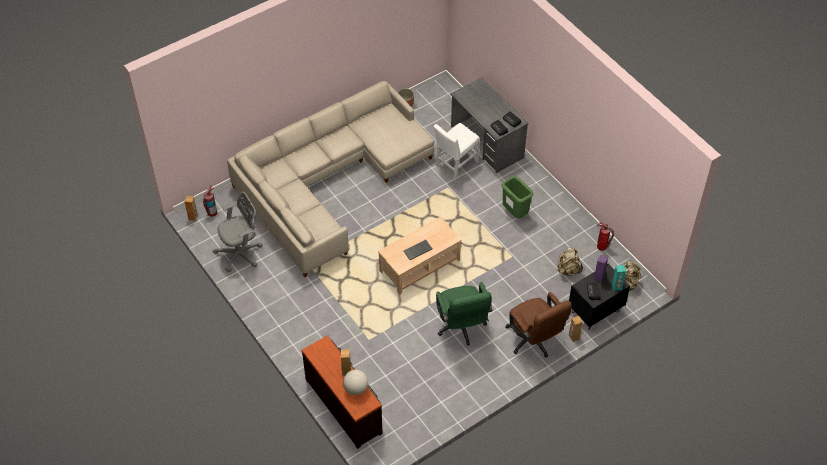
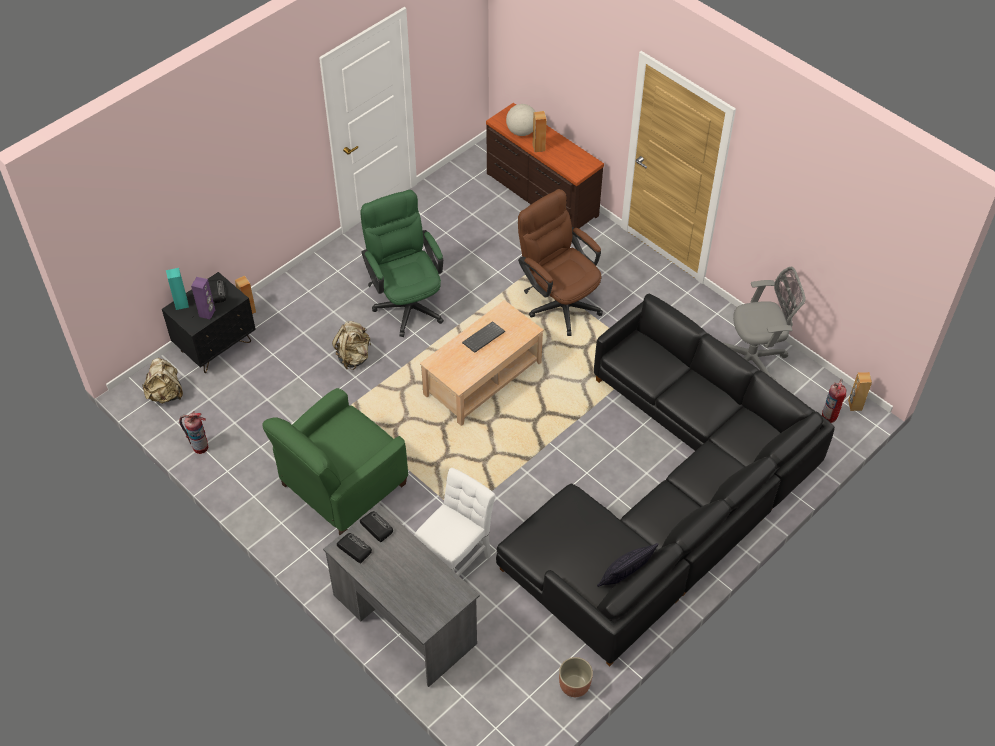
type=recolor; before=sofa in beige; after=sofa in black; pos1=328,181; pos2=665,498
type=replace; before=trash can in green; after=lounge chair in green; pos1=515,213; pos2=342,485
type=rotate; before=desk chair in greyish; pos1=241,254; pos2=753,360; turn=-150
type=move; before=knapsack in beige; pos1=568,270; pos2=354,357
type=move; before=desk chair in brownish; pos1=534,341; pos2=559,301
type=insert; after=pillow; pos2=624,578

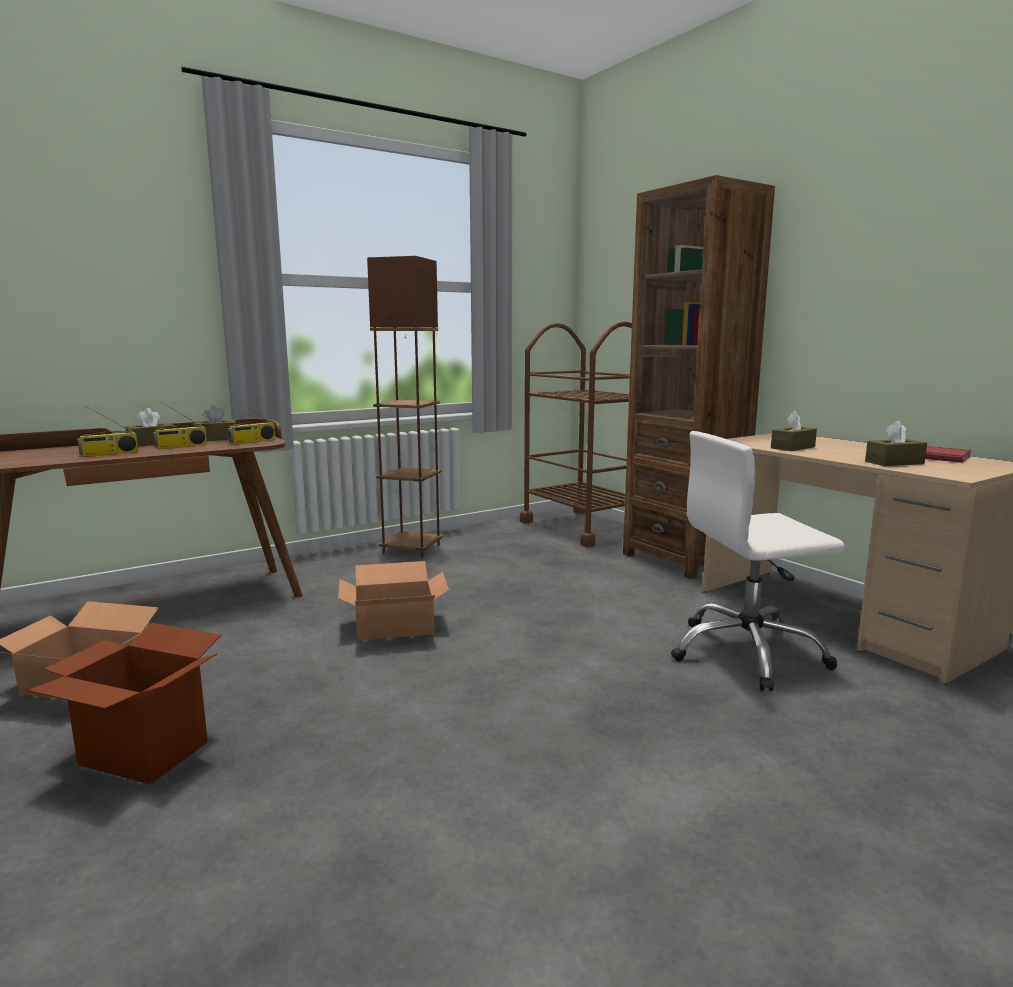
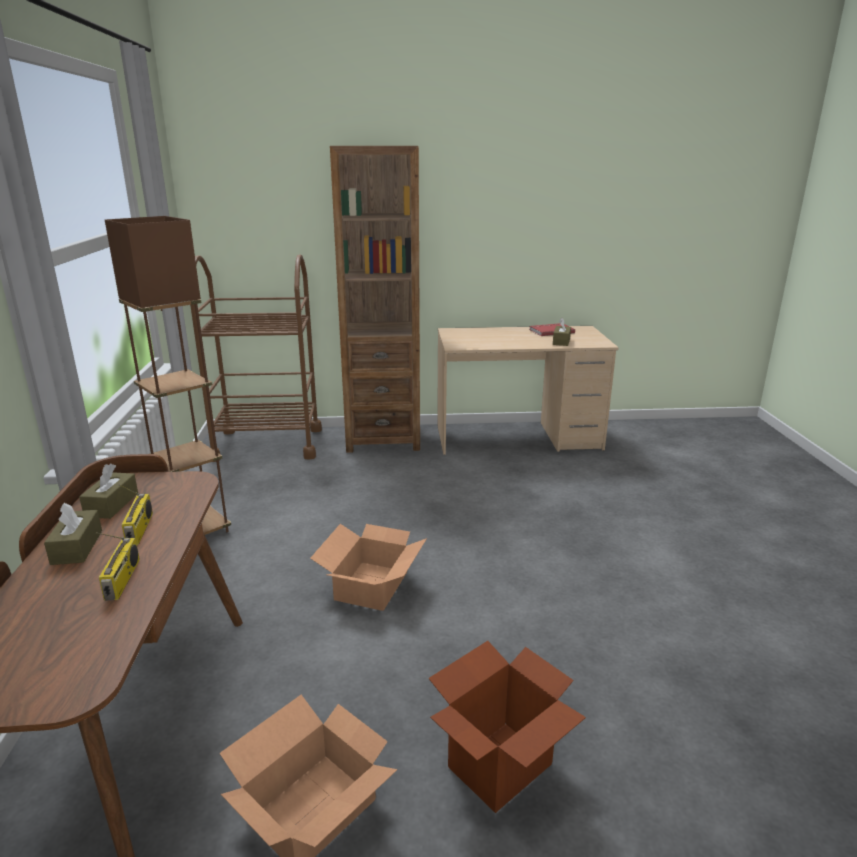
type=delete; before=radio receiver; pos1=252,441
type=delete; before=box of tissues in brownish; pos1=792,447
type=delete; before=desk chair in whitish; pos1=747,653

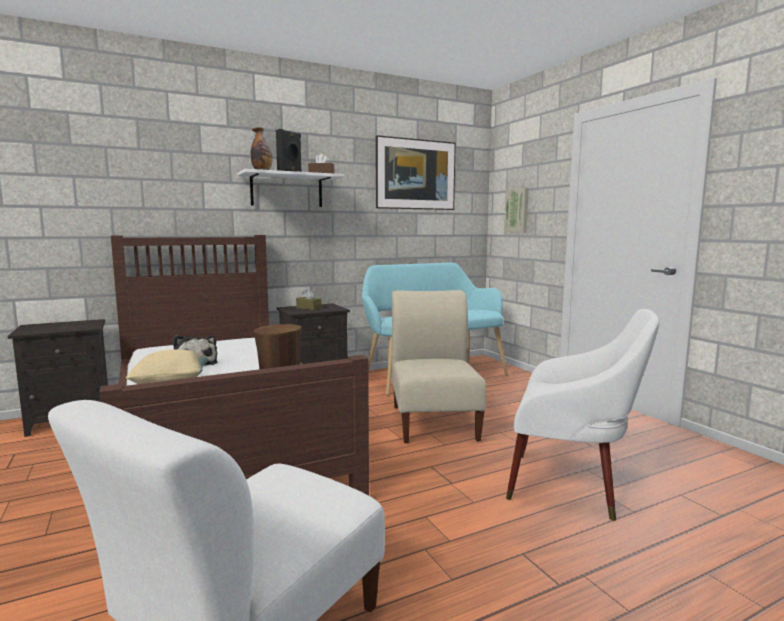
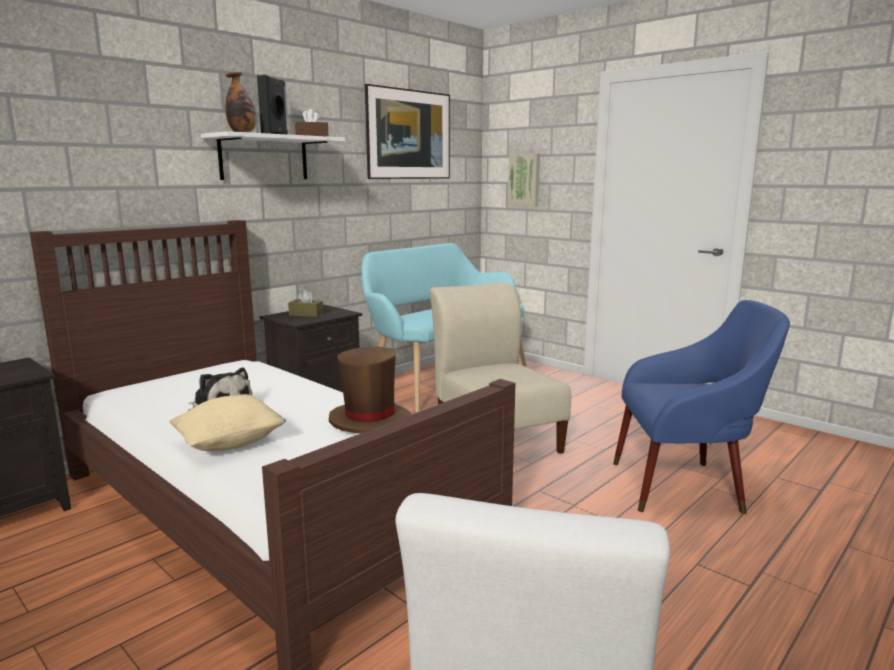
type=recolor; before=lounge chair in whitish; after=lounge chair in blue-coloured; pos1=572,486; pos2=685,486

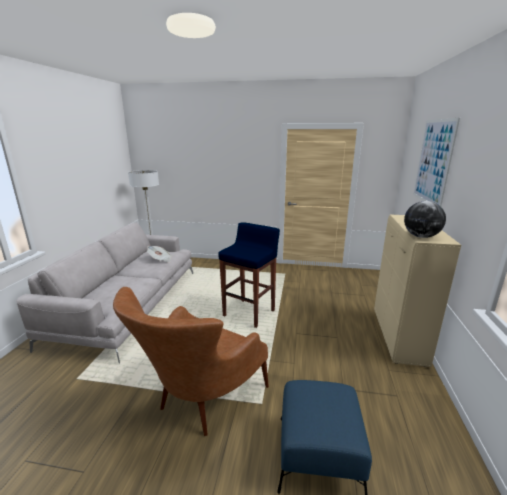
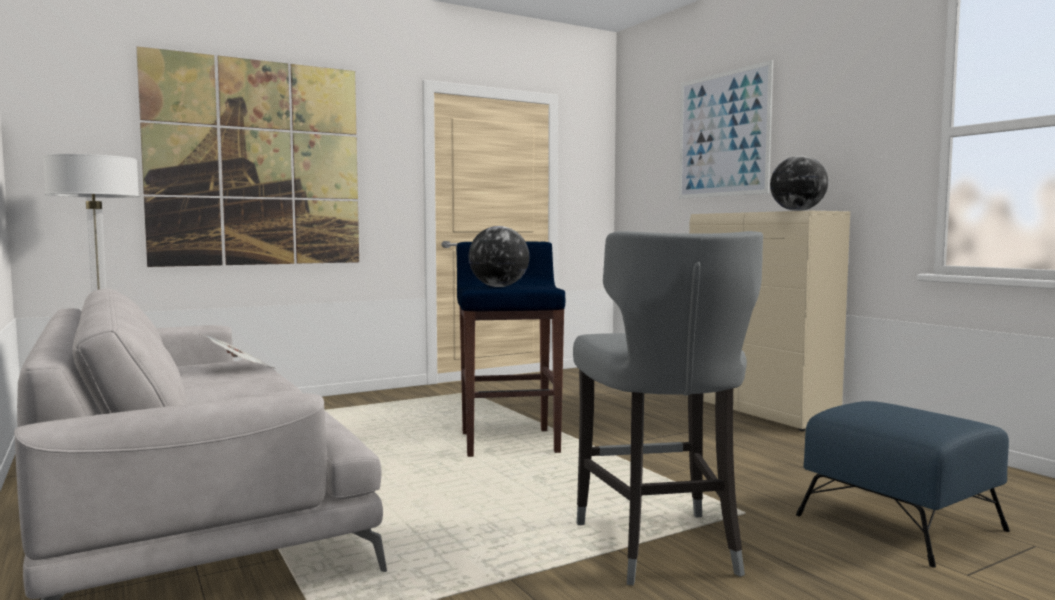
type=replace; before=lounge chair in brownish; after=sitting stool in greyish; pos1=200,402; pos2=659,548
type=insert; after=wall picture; pos2=256,163
type=insert; after=desk globe; pos2=499,287

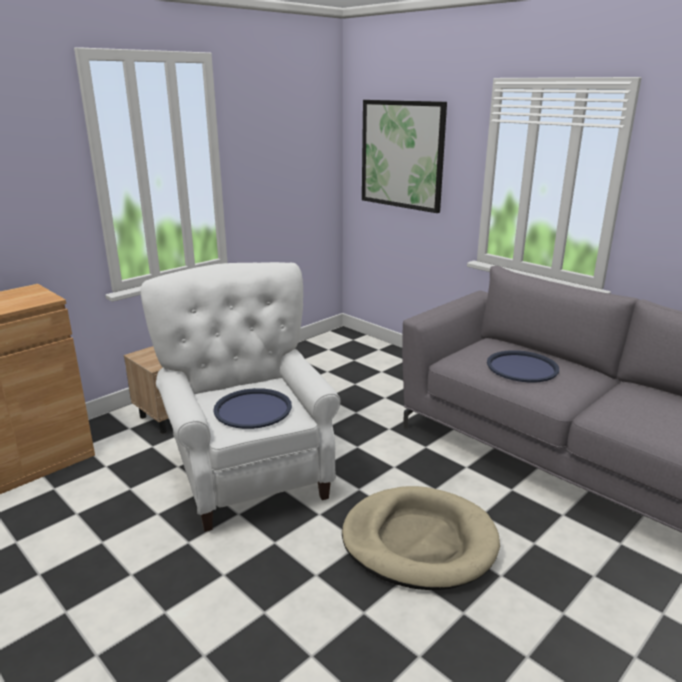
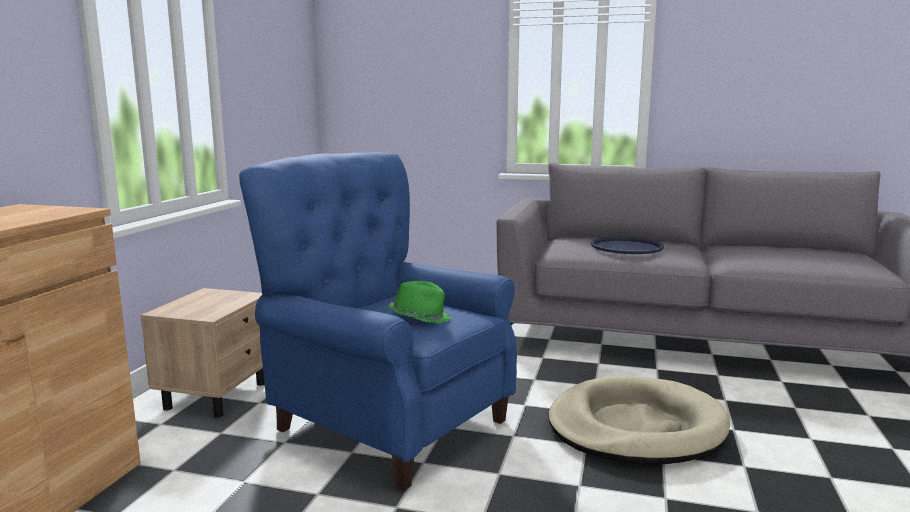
type=delete; before=wall picture; pos1=402,155
type=recolor; before=lounge chair in whitish; after=lounge chair in blue-coloured; pos1=248,471; pos2=383,422
type=replace; before=carrying tray in blue-coloured; after=hat in green; pos1=252,409; pos2=420,318

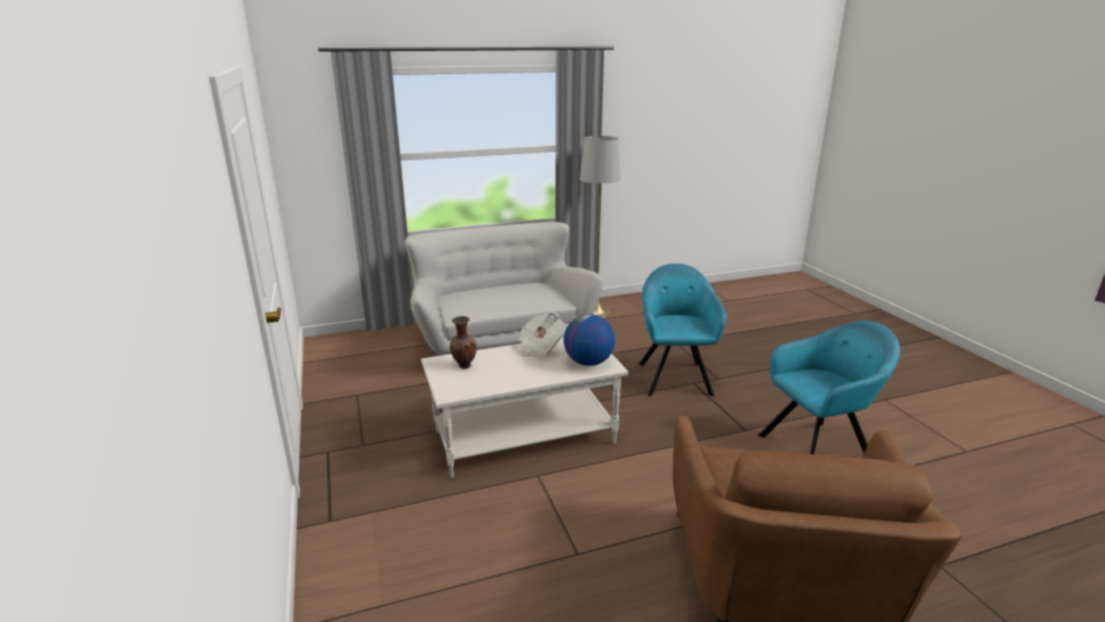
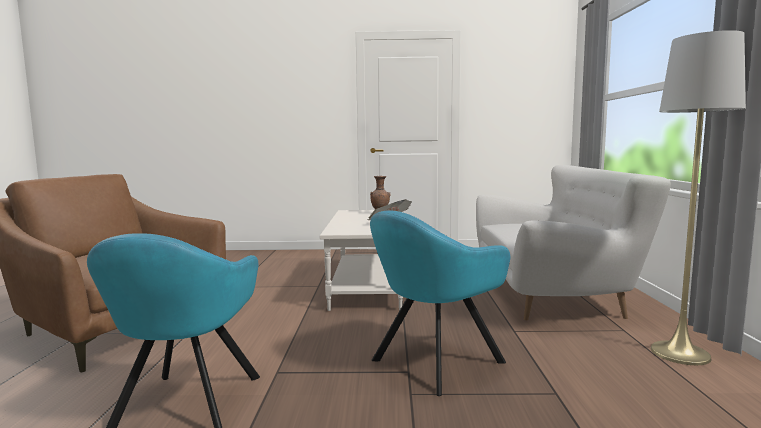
type=rotate; before=lounge chair in turquoise-coloured; pos1=674,376; pos2=433,363; turn=120
type=delete; before=desk globe; pos1=588,362

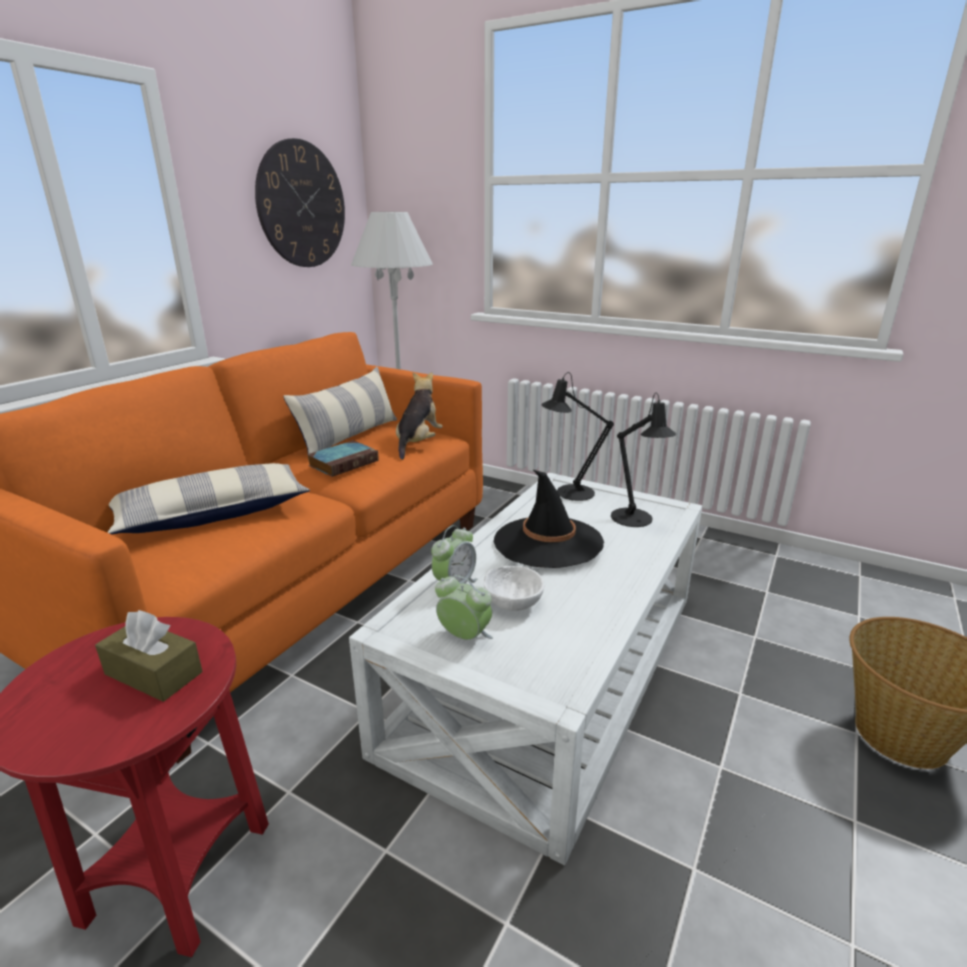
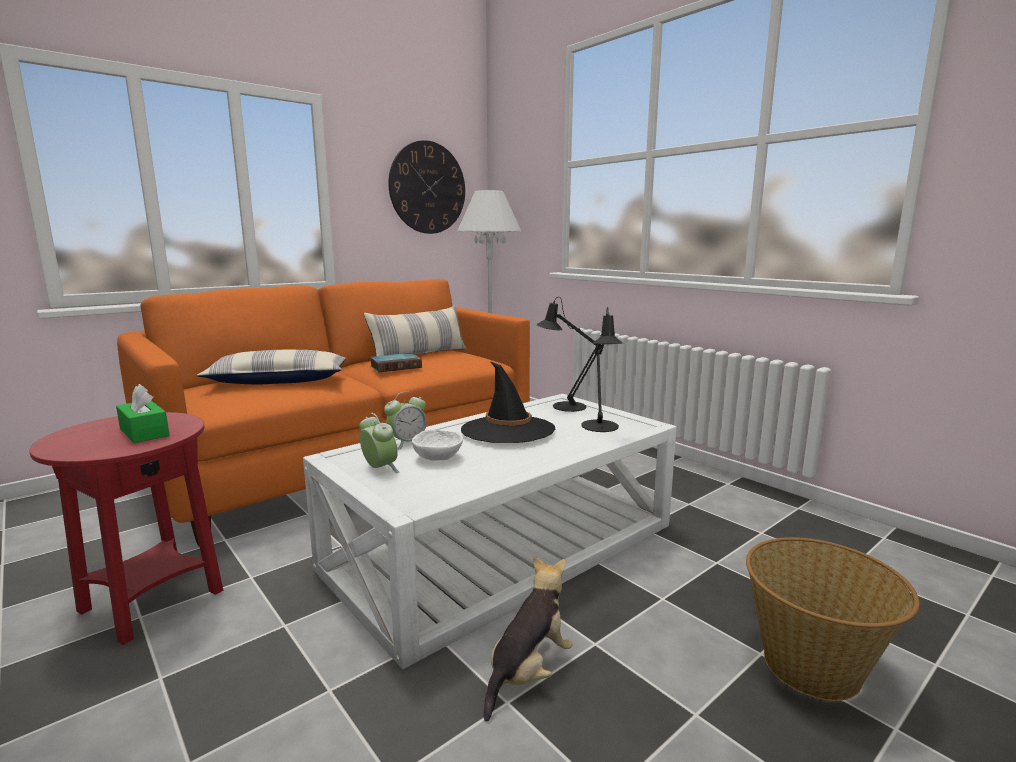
type=move; before=cuddly toy; pos1=418,443; pos2=528,672
type=recolor; before=box of tissues in brownish; after=box of tissues in green; pos1=153,673; pos2=144,432

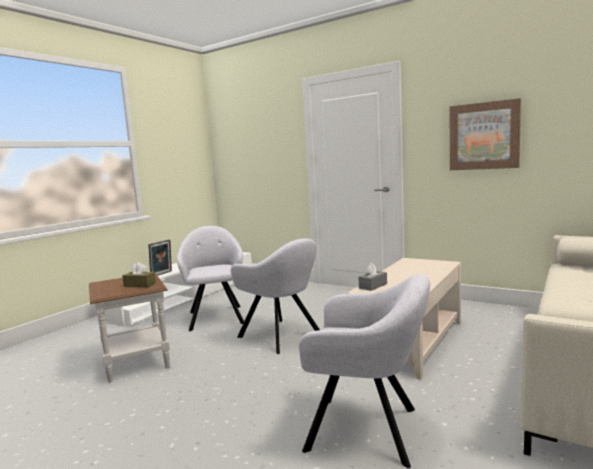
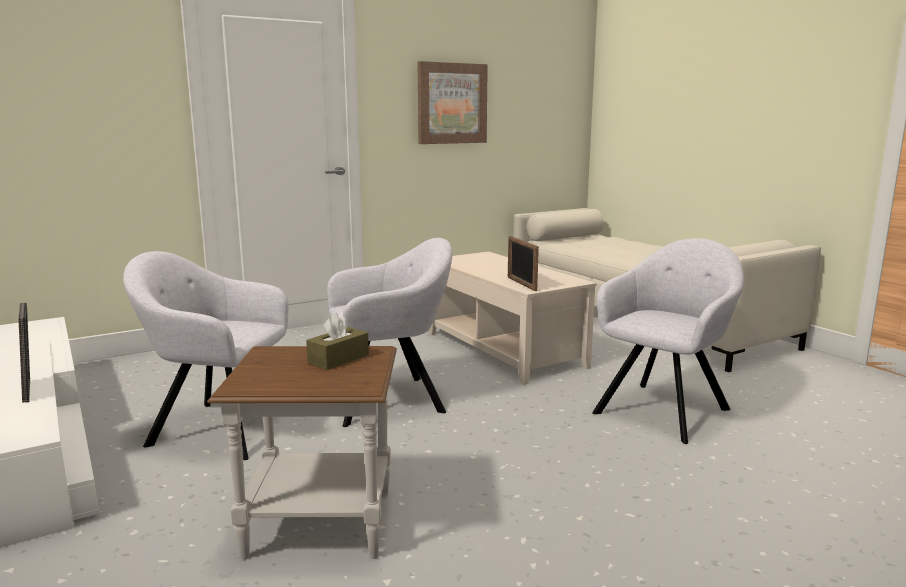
type=replace; before=box of tissues in greyish; after=photo frame; pos1=373,286; pos2=521,284

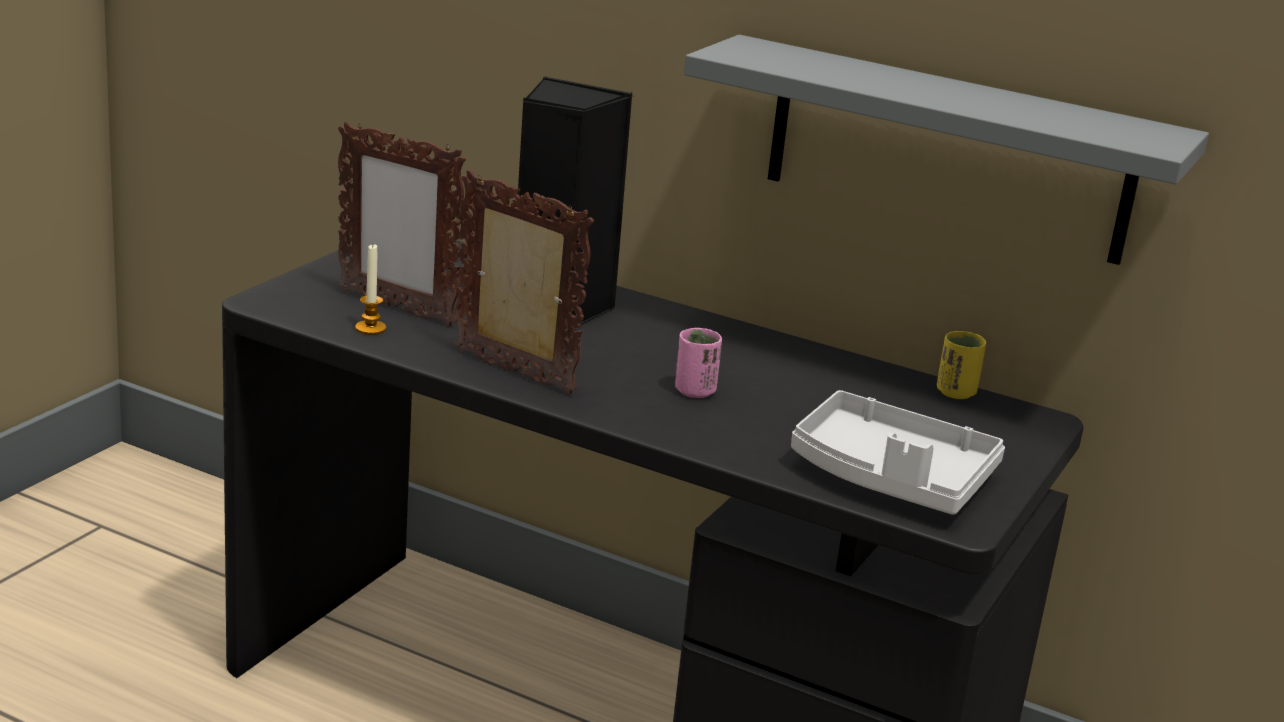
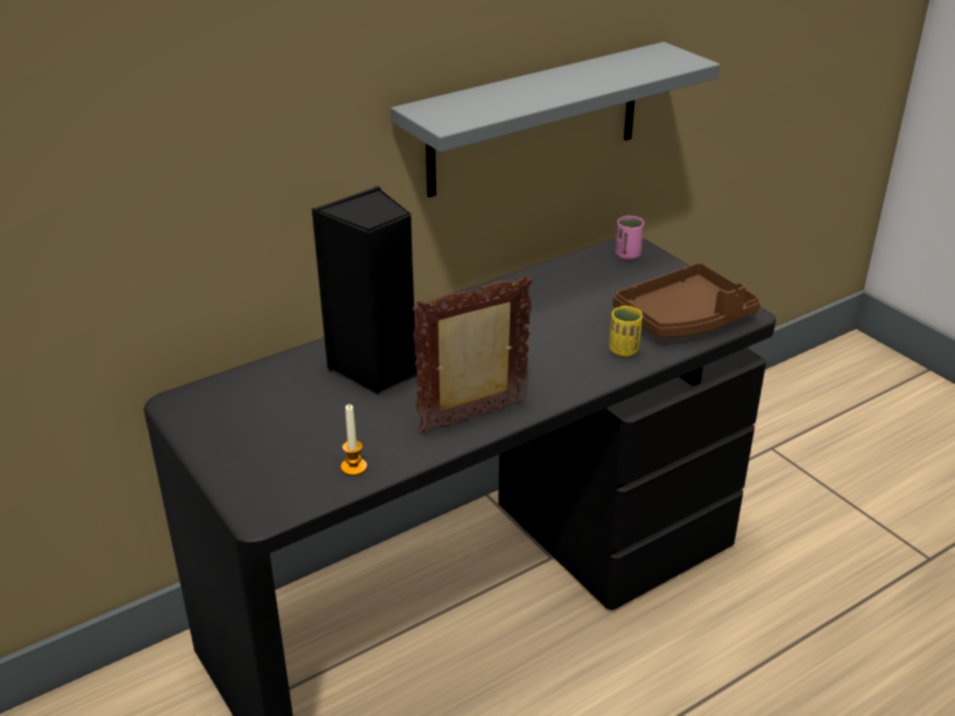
type=delete; before=photo frame; pos1=396,308
type=move; before=small cup in pinkish; pos1=694,391; pos2=628,255
type=move; before=small cup in yellow-coloured; pos1=956,392; pos2=623,350
type=recolor; before=carrying tray in greyish; after=carrying tray in brownish; pos1=890,477; pos2=685,318

